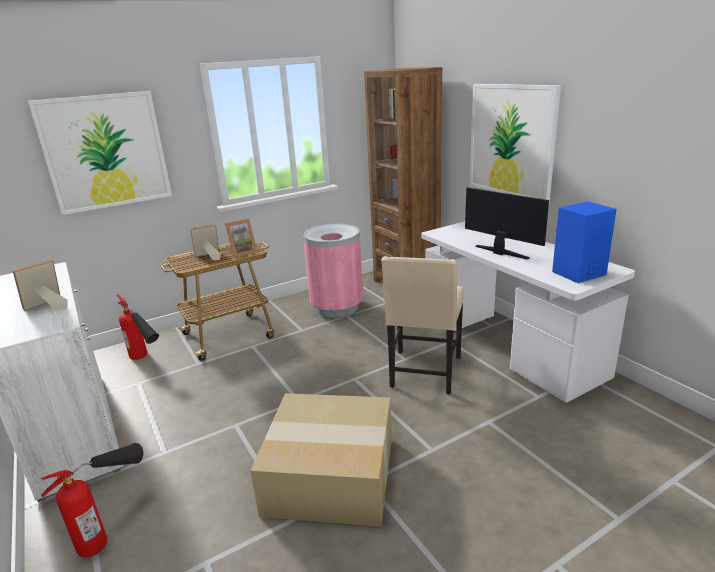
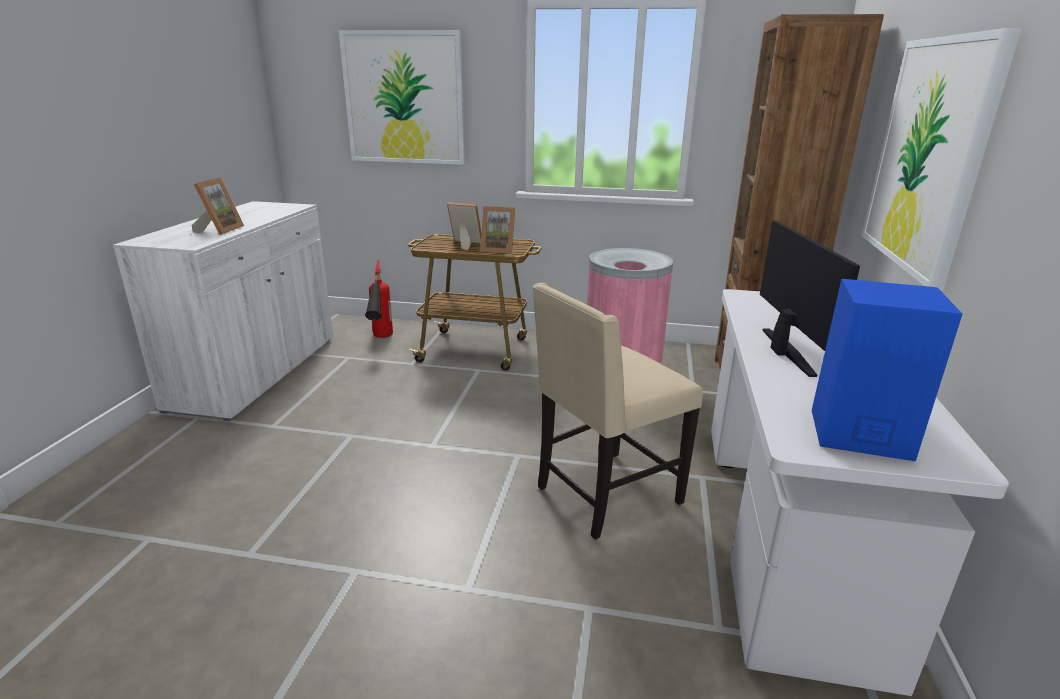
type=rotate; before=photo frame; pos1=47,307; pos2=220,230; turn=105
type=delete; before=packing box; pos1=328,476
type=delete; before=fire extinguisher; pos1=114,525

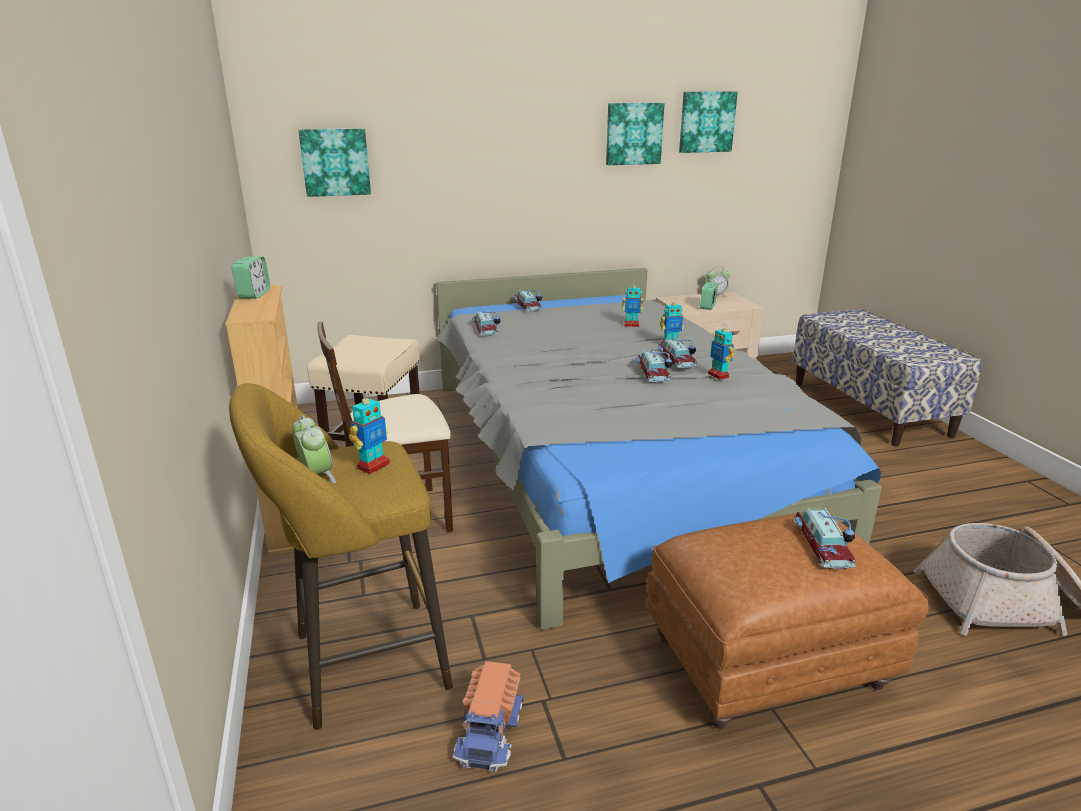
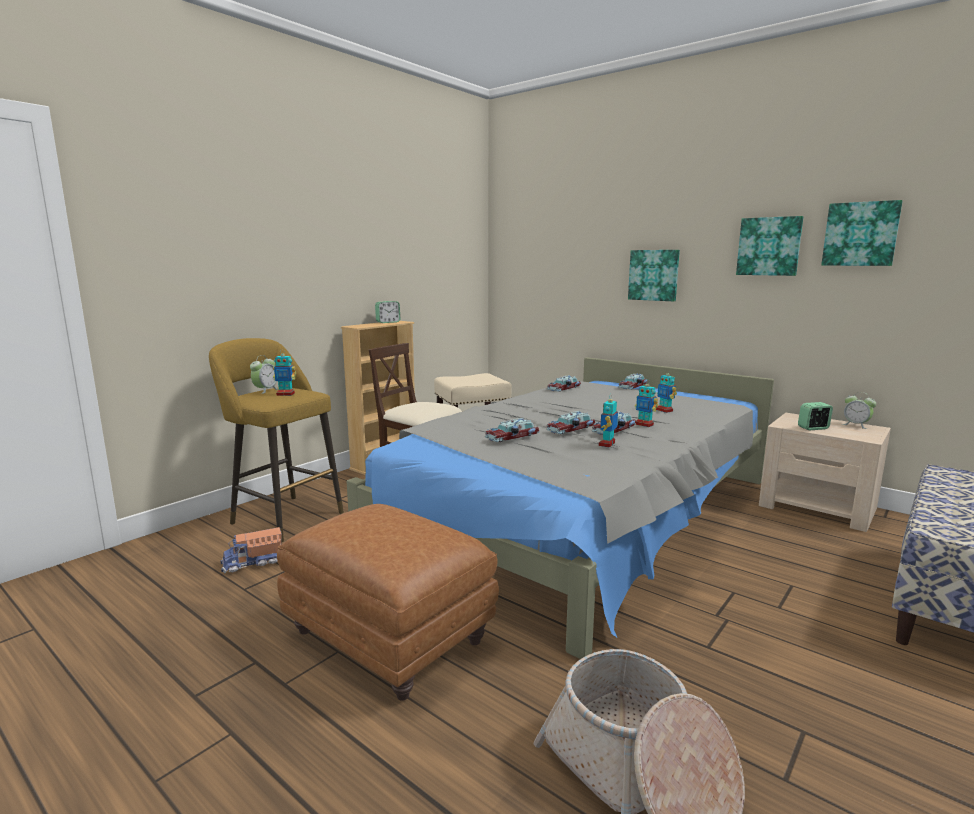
type=move; before=wall picture; pos1=335,162; pos2=654,275
type=move; before=miniature car; pos1=824,543; pos2=513,436

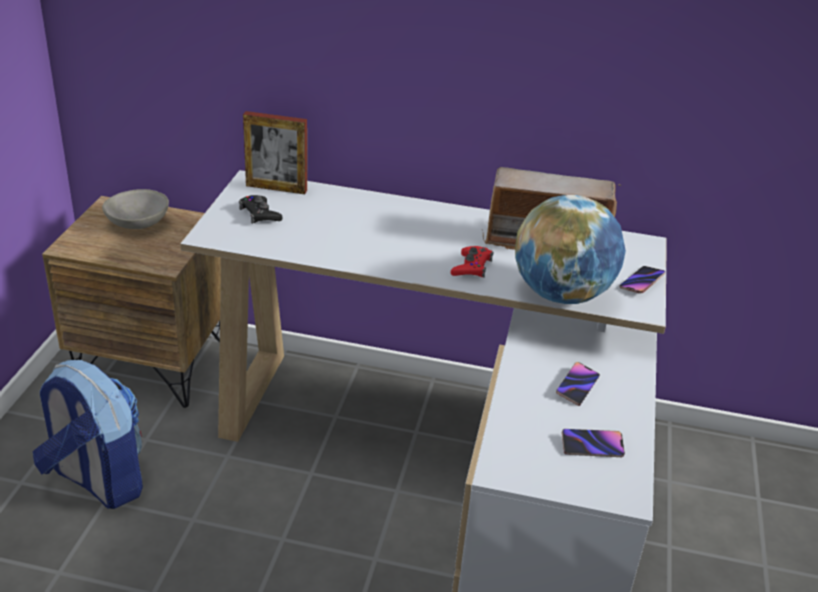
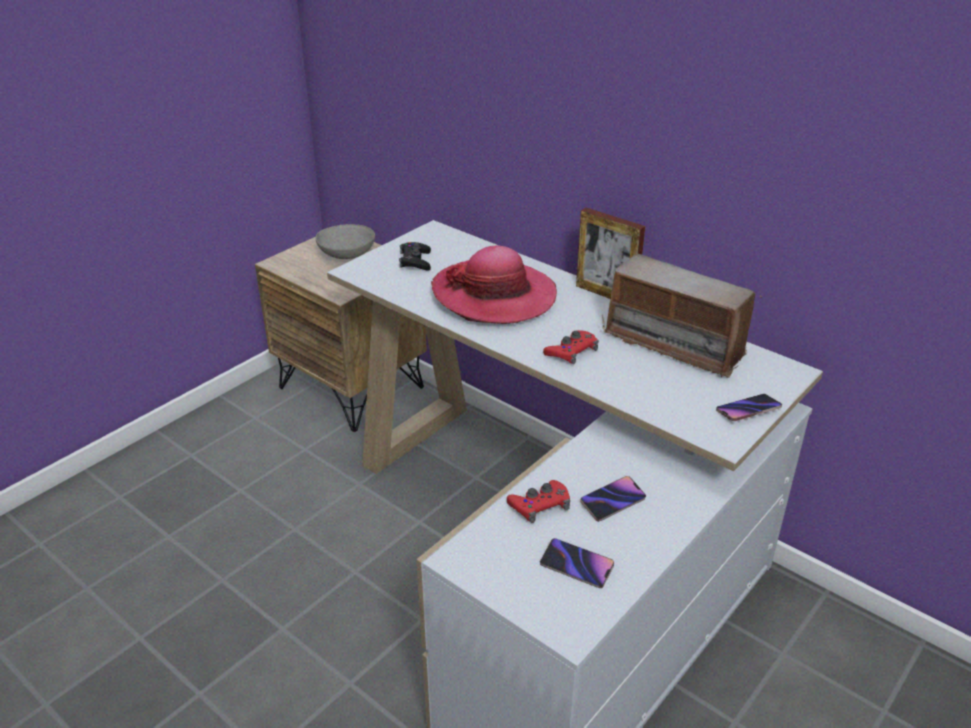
type=move; before=photo frame; pos1=276,188; pos2=606,294
type=delete; before=desk globe; pos1=562,294
type=delete; before=knapsack; pos1=96,480
type=insert; after=hat; pos2=494,296
type=insert; after=gamepad in red-coloured; pos2=539,505

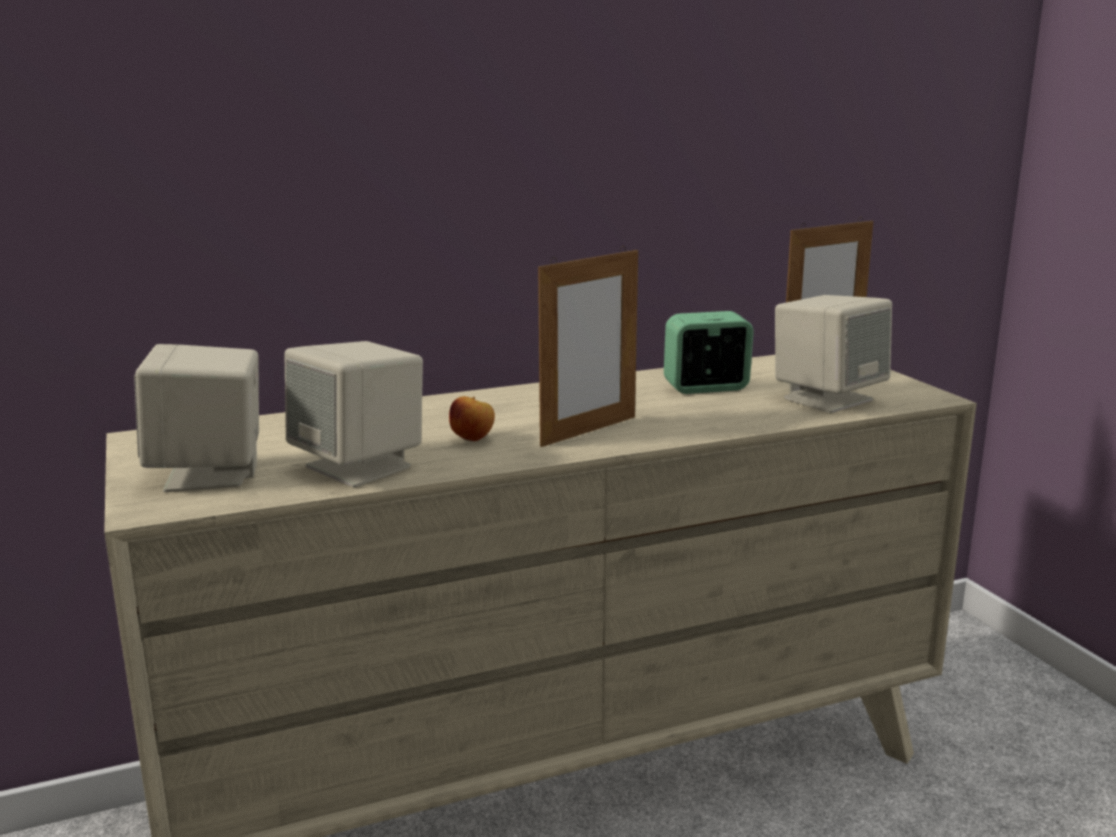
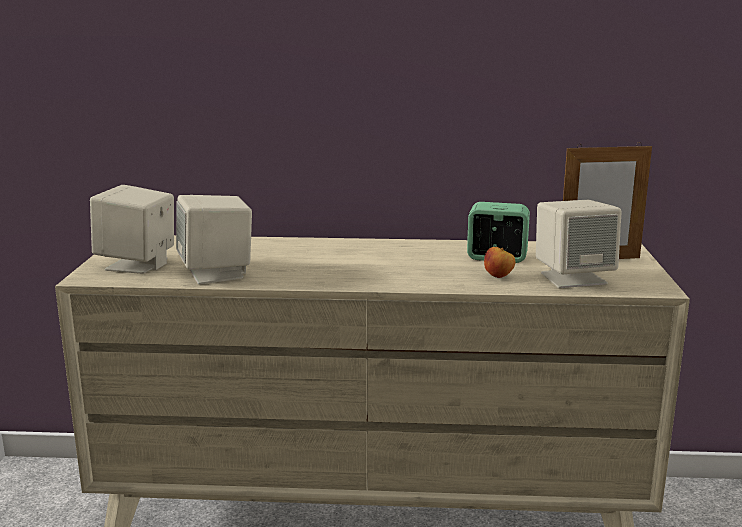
type=delete; before=photo frame; pos1=589,431
type=move; before=apple; pos1=473,440; pos2=499,277

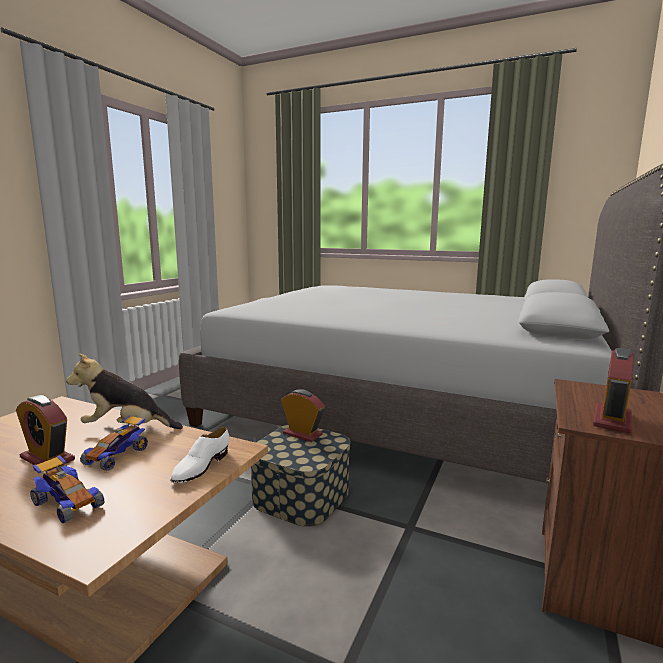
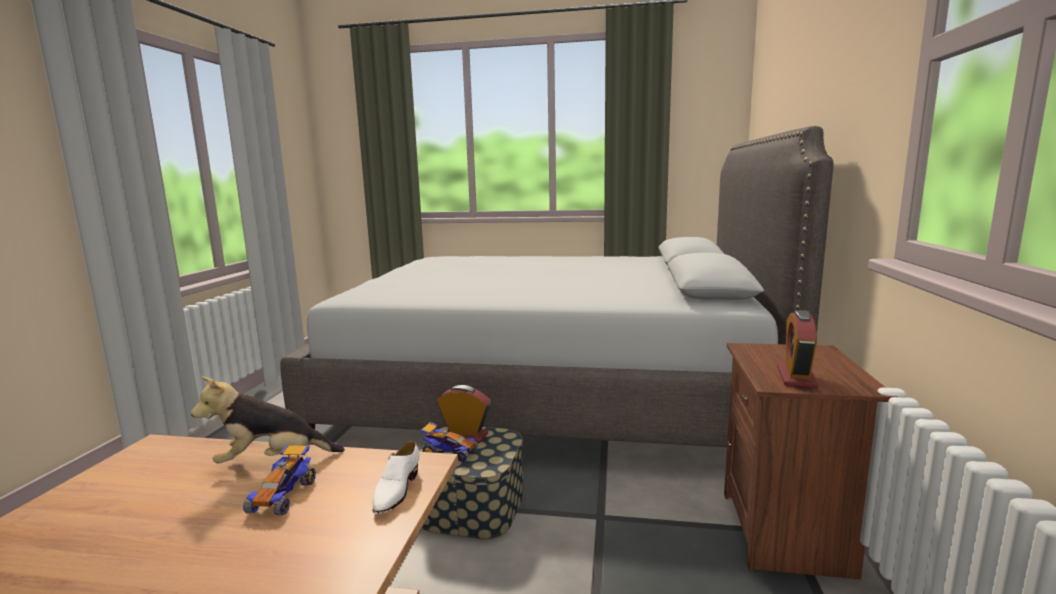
type=delete; before=table clock; pos1=47,459
type=move; before=miniature car; pos1=67,504; pos2=449,453

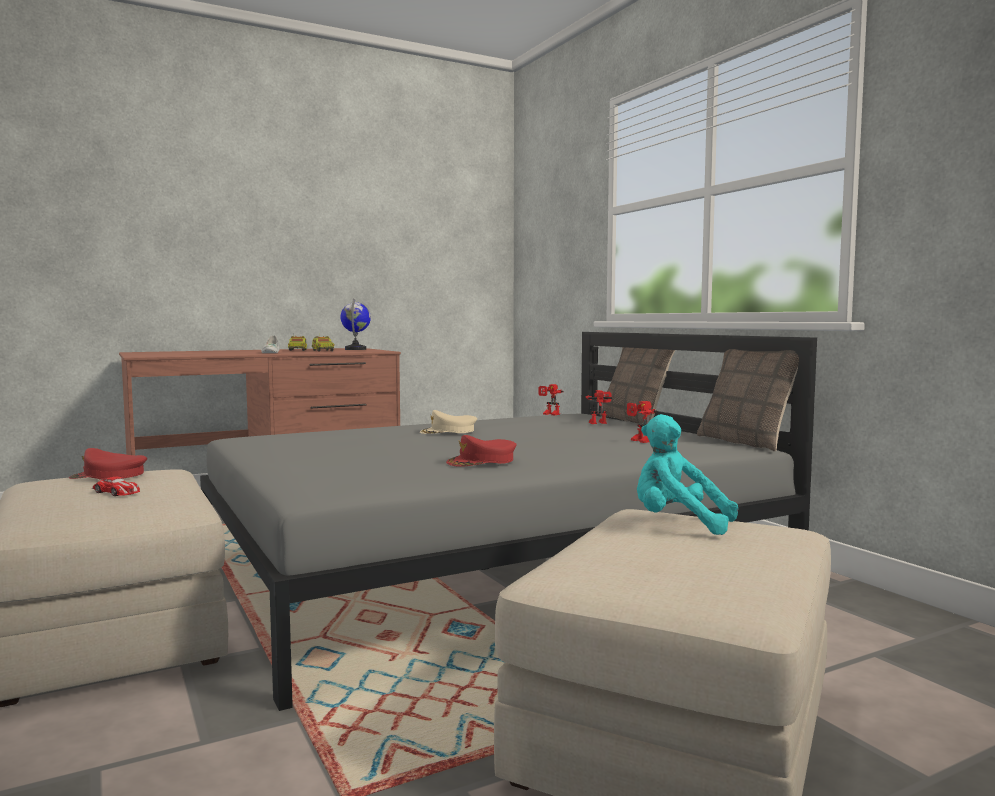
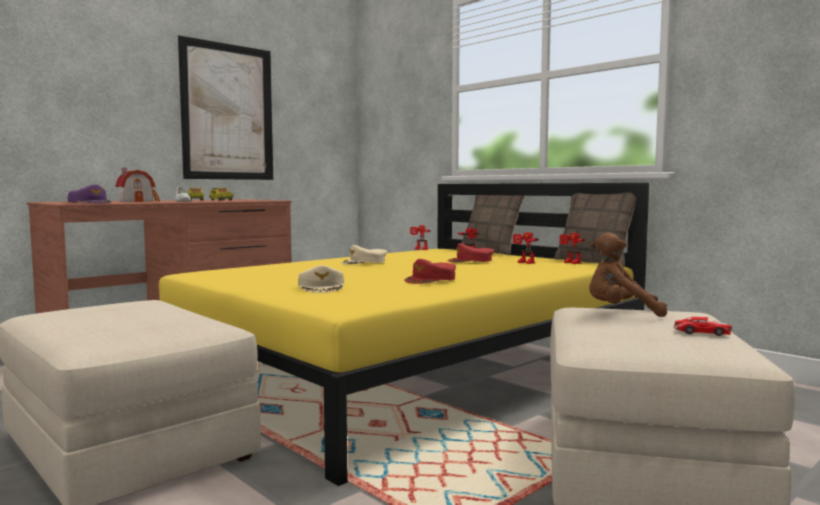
type=delete; before=desk globe; pos1=355,349
type=recolor; before=bed in greyish; after=bed in yellow-coloured; pos1=489,567; pos2=410,369
type=recolor; before=cuddly toy in turquoise-coloured; after=cuddly toy in brownish; pos1=677,524; pos2=621,313
type=move; before=cap in red-coloured; pos1=108,475; pos2=471,261
type=move; before=miniature car; pos1=117,492; pos2=702,332
type=insert; after=wall picture; pos2=228,112
type=insert; after=miniature house; pos2=138,201
type=insert; after=cap in purple; pos2=89,202
type=insert; after=robot figure; pos2=570,263
type=insert; after=cap in beige; pos2=322,287

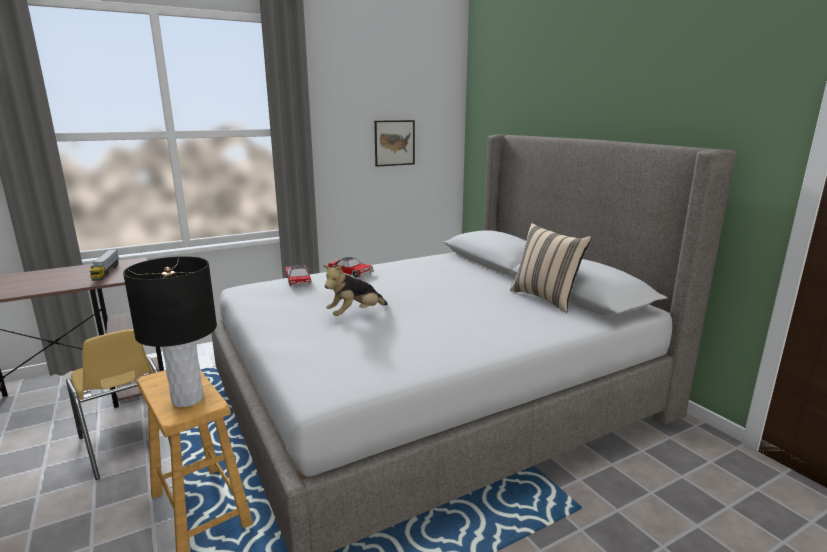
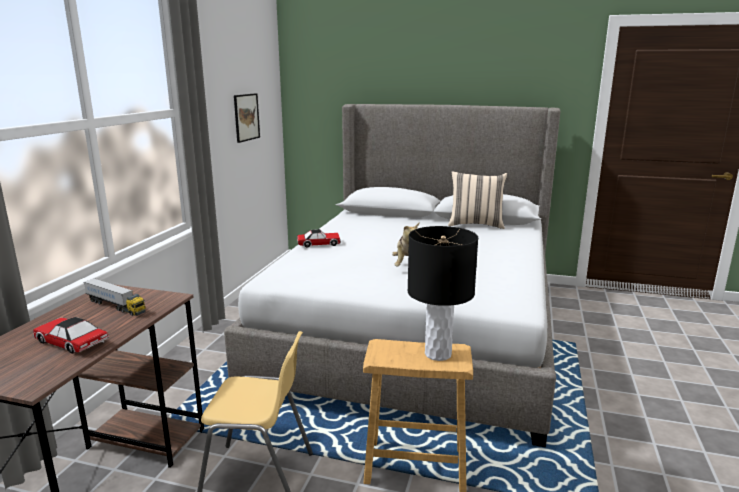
type=move; before=miniature car; pos1=298,280; pos2=71,342

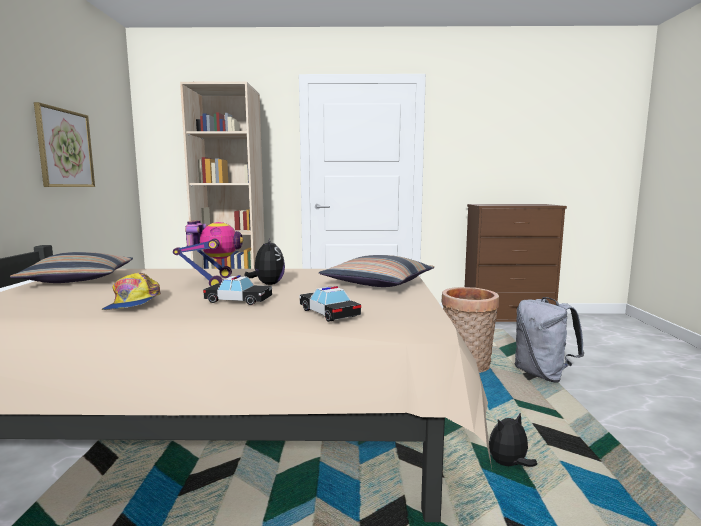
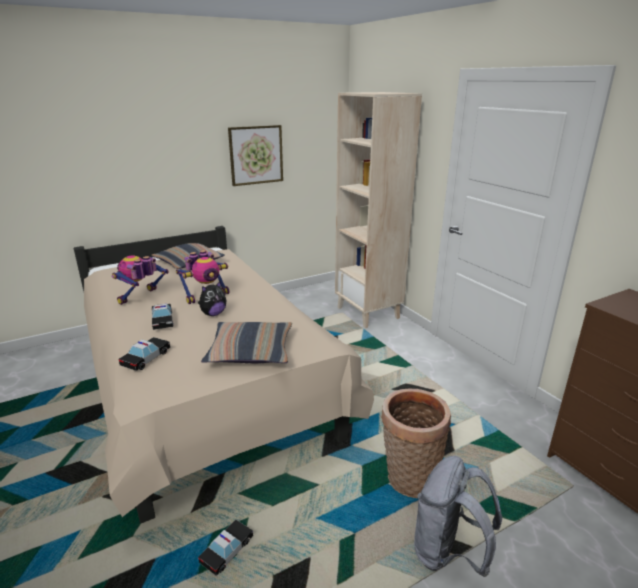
type=replace; before=cap; after=robot figure; pos1=133,303; pos2=141,298
type=replace; before=cuddly toy; after=miniature car; pos1=509,465; pos2=227,551

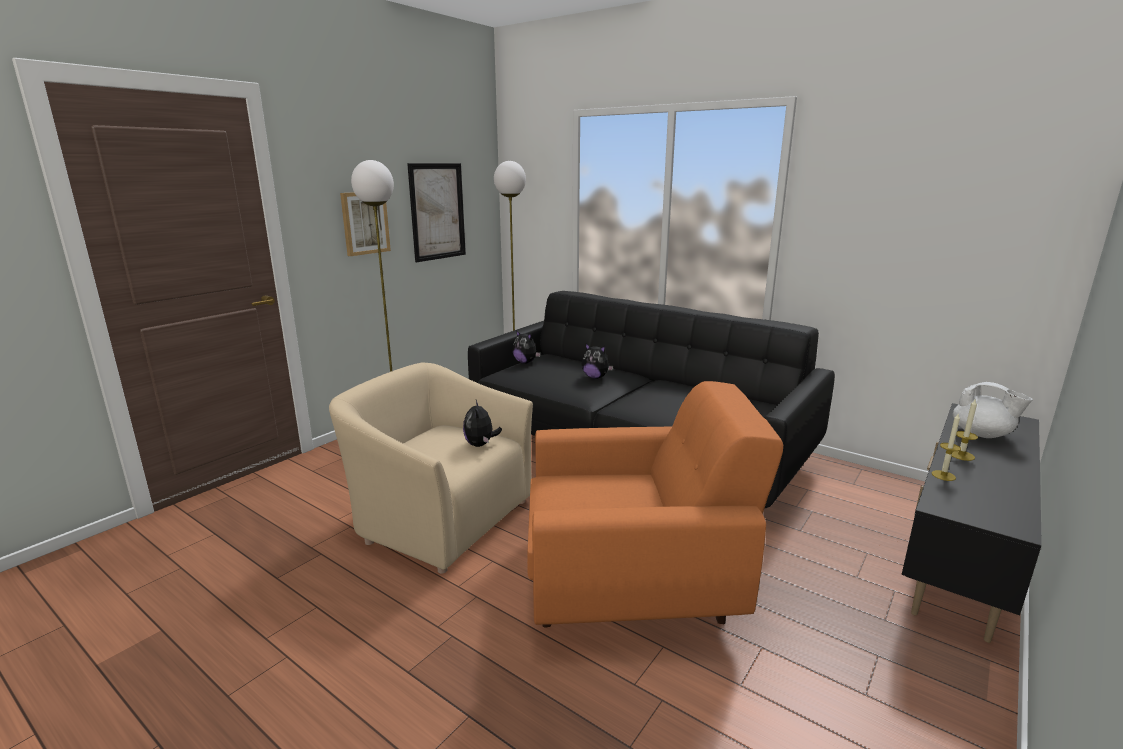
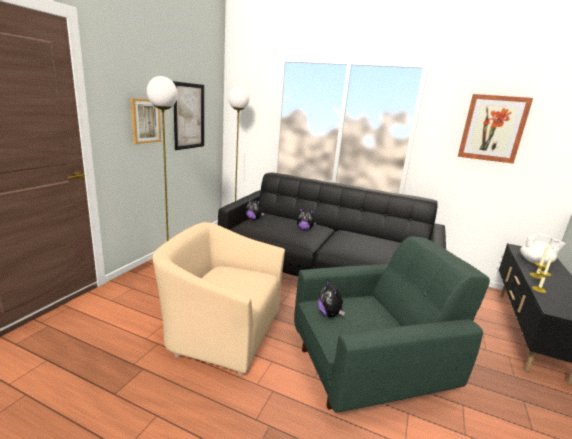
type=recolor; before=lounge chair in orange-coloured; after=lounge chair in green; pos1=634,583; pos2=369,368
type=move; before=cuddly toy; pos1=481,444; pos2=329,314
type=insert; after=wall picture; pos2=492,128

